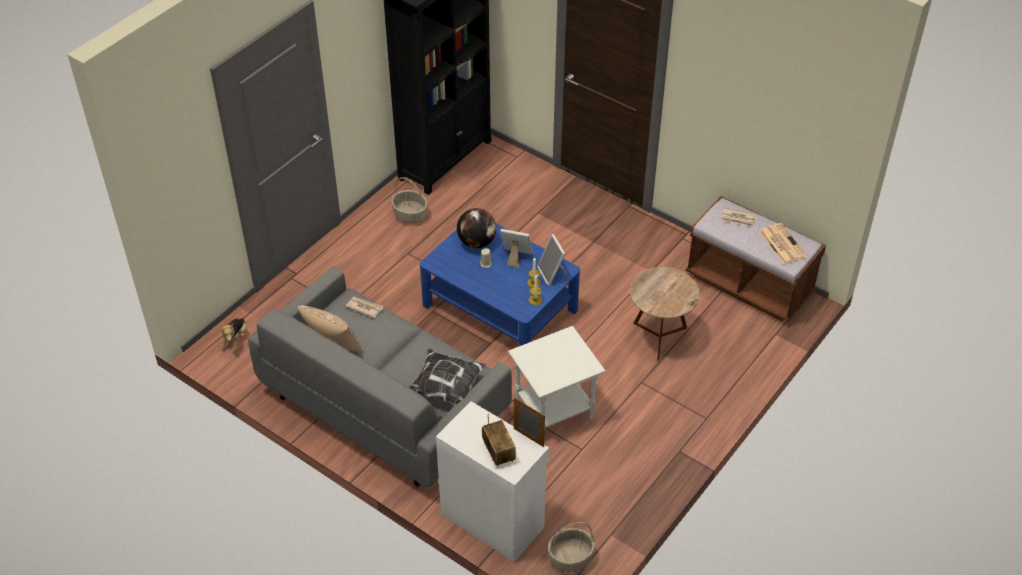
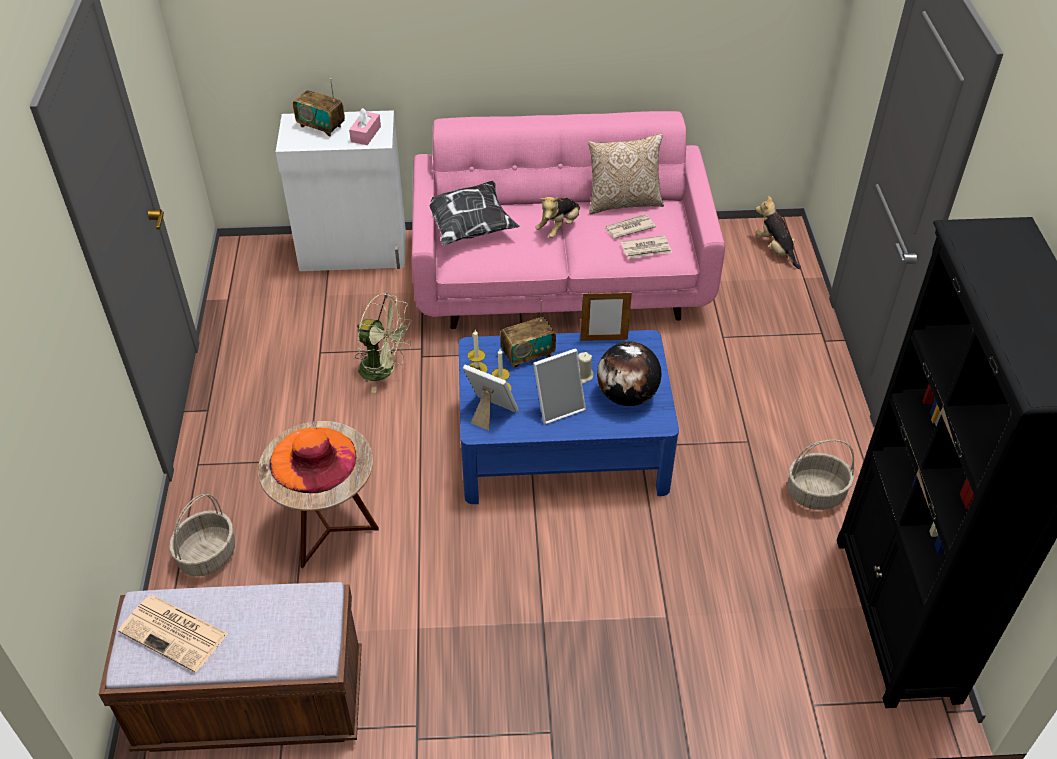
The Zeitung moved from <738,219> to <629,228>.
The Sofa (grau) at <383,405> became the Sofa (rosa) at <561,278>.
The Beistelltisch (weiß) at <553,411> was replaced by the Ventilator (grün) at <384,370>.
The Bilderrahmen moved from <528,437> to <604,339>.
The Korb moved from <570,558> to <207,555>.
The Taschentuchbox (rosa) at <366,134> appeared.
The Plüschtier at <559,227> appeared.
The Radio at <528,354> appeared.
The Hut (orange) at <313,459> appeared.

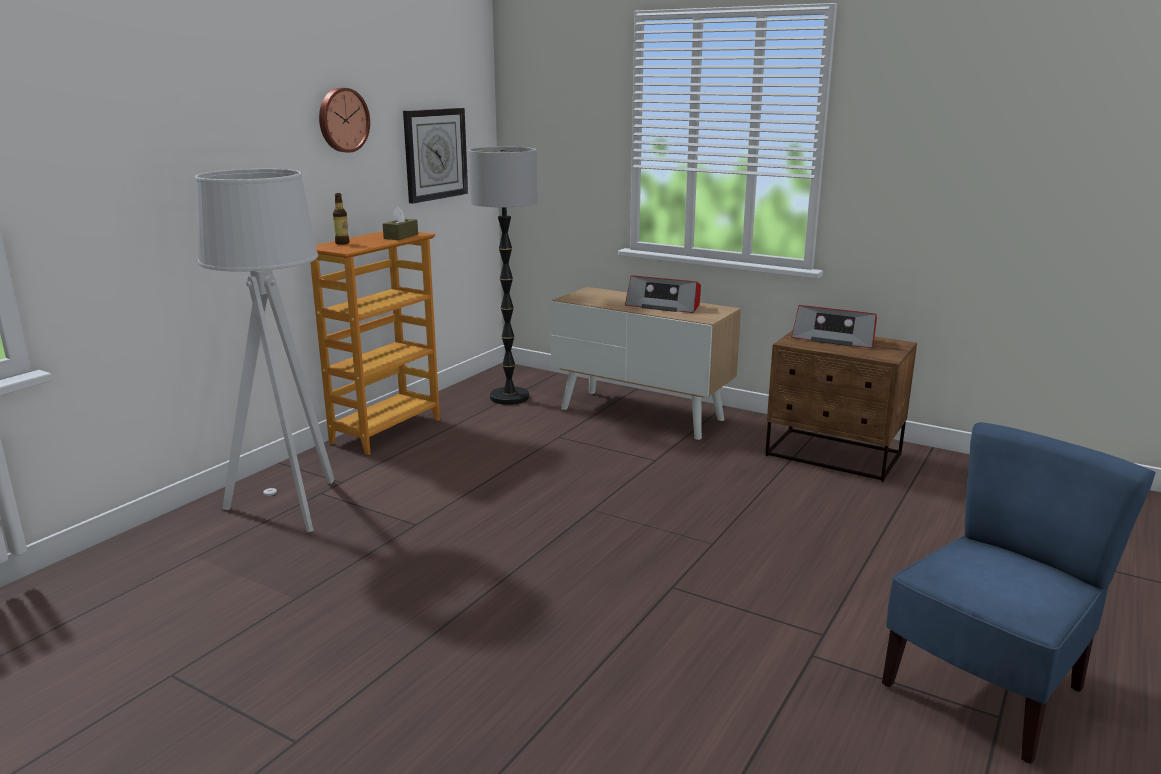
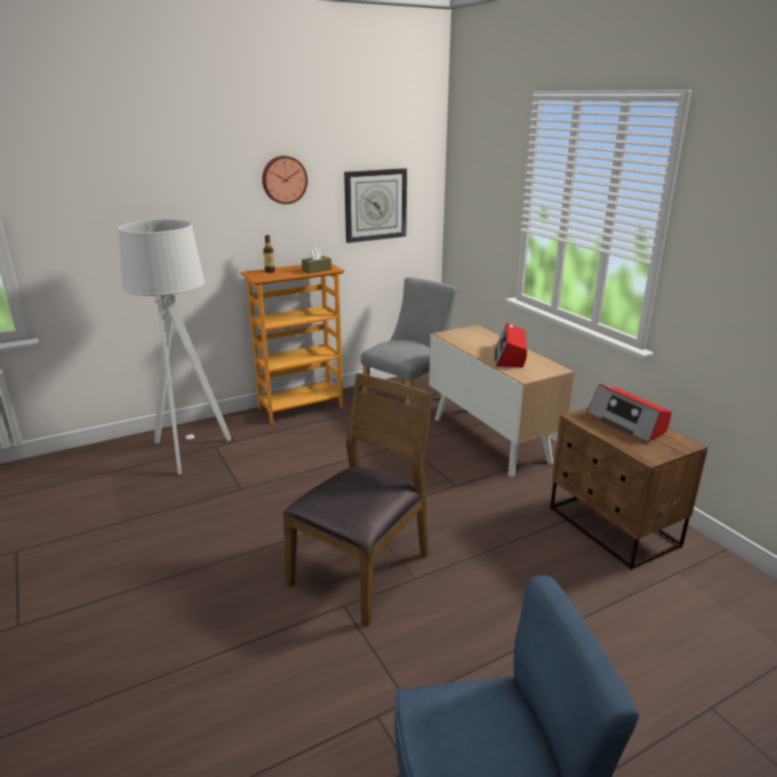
The Stehlampe at <509,397> was replaced by the Stuhl (grau) at <409,400>.
The Radio at <664,306> turned 45 degrees clockwise.
The Stuhl (braun) at <362,569> appeared.

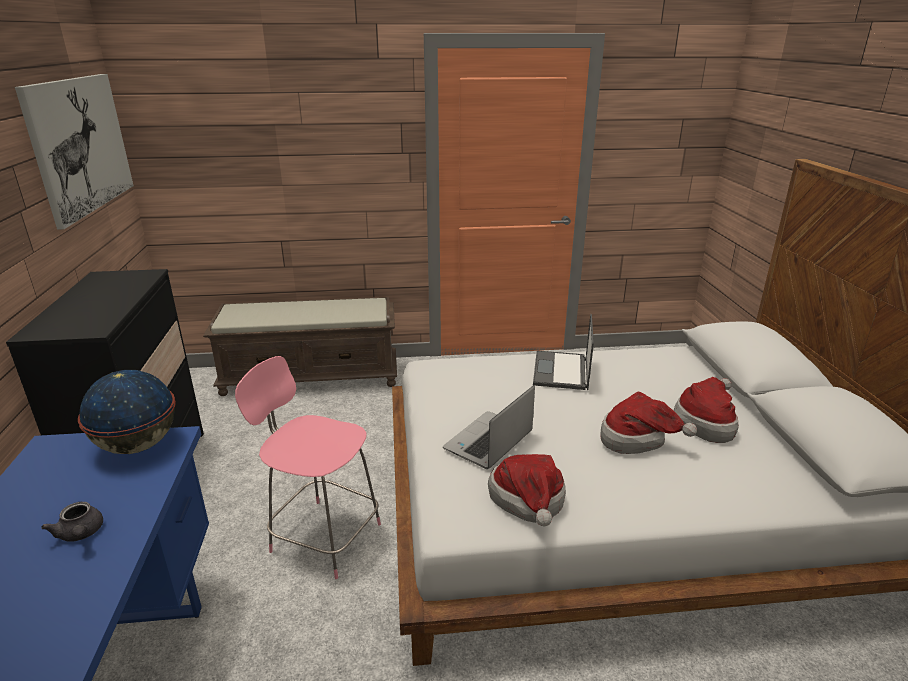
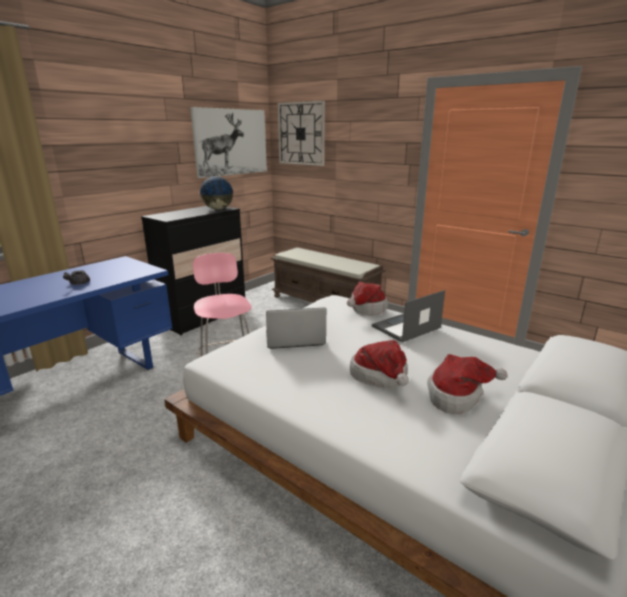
The Globus moved from <137,445> to <217,209>.
The Hut moved from <528,503> to <366,309>.
The Wanduhr at <301,133> appeared.

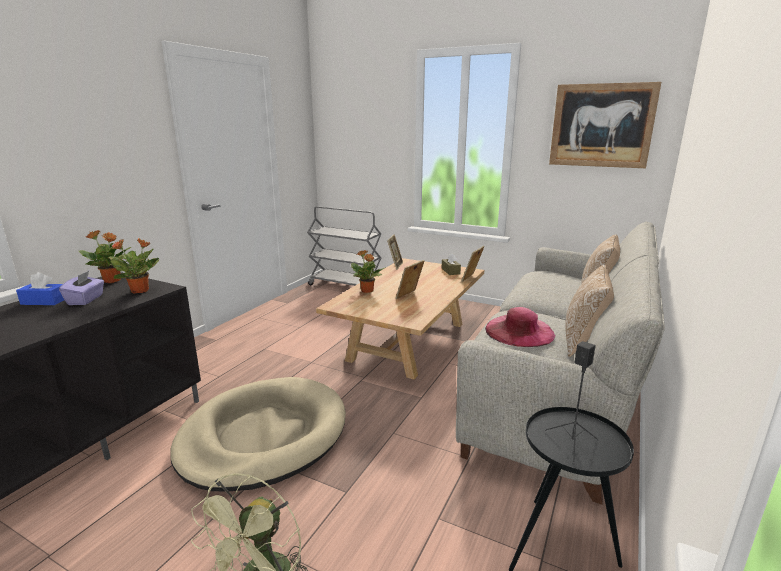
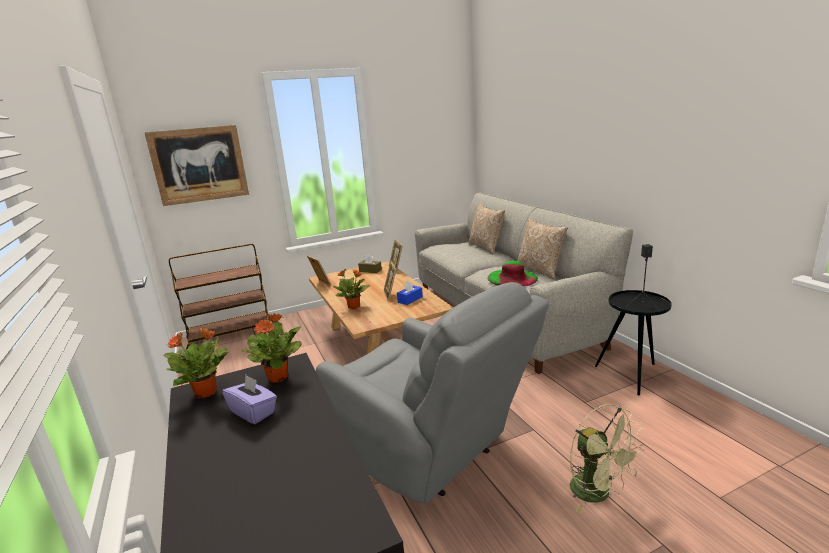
The Bild moved from <601,125> to <199,165>.
The Rollwagen (grau) at <346,286> became the Rollwagen (braun) at <231,334>.
The Taschentuchbox (blau) moved from <44,301> to <410,299>.
The Hut (rosa) at <519,331> became the Hut (grün) at <512,278>.
The Hundebett (beige) at <263,436> was replaced by the Sessel (grau) at <428,451>.

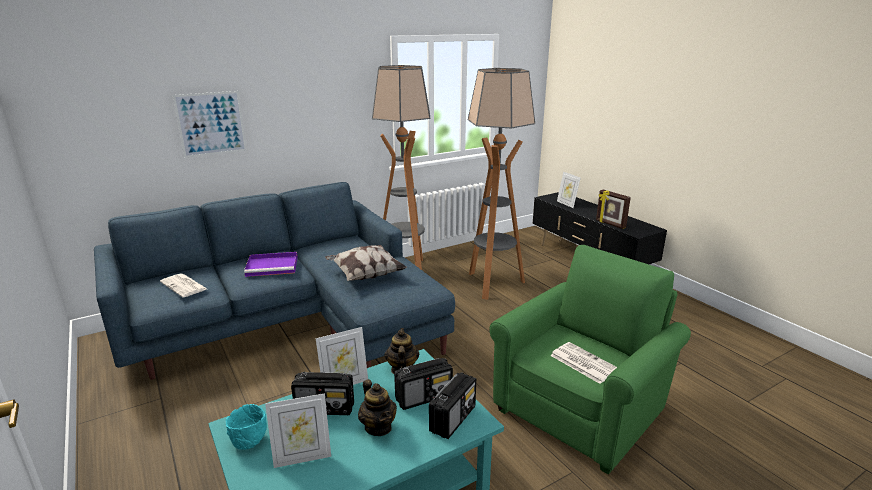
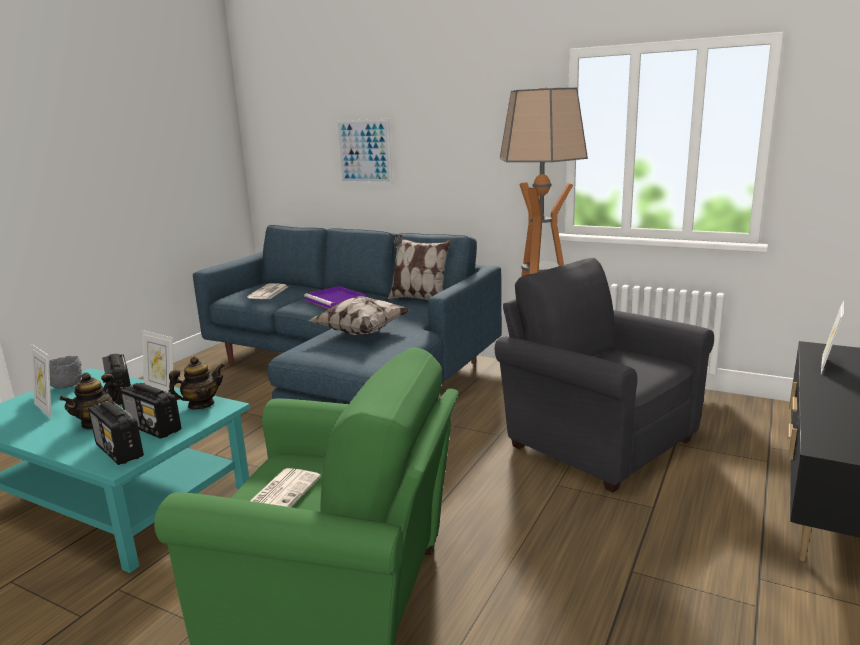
The Stehlampe at <493,284> was replaced by the Sessel (grau) at <595,440>.
The Bilderrahmen at <610,224> disappeared.
The Radio at <453,418> turned 45 degrees clockwise.
The Schüssel (türkis) at <250,442> became the Schüssel (grau) at <67,387>.
The Kissen at <419,299> appeared.

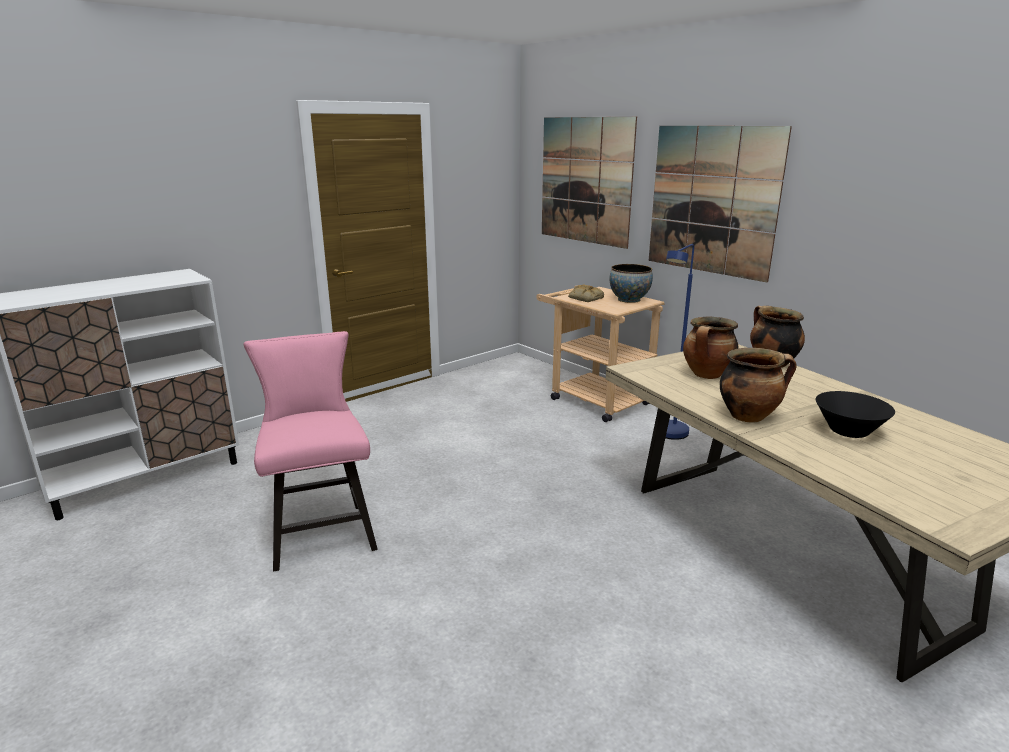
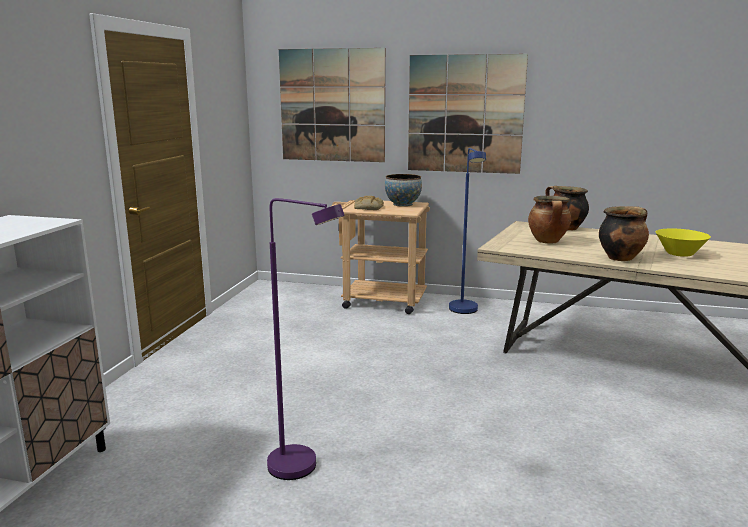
The Stuhl (rosa) at <321,530> was replaced by the Stehlampe (lila) at <302,470>.
The Schüssel (schwarz) at <848,431> became the Schüssel (gelb) at <679,254>.

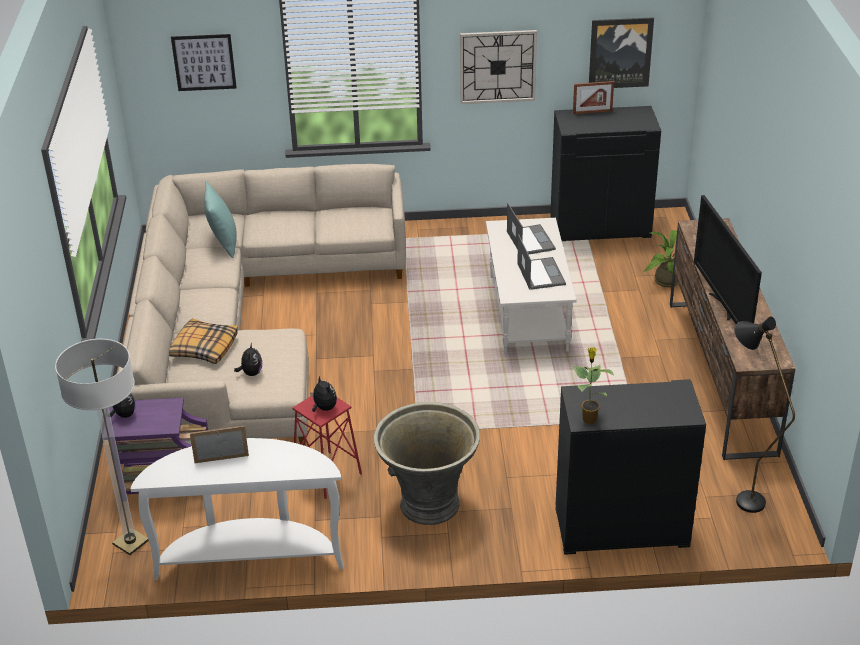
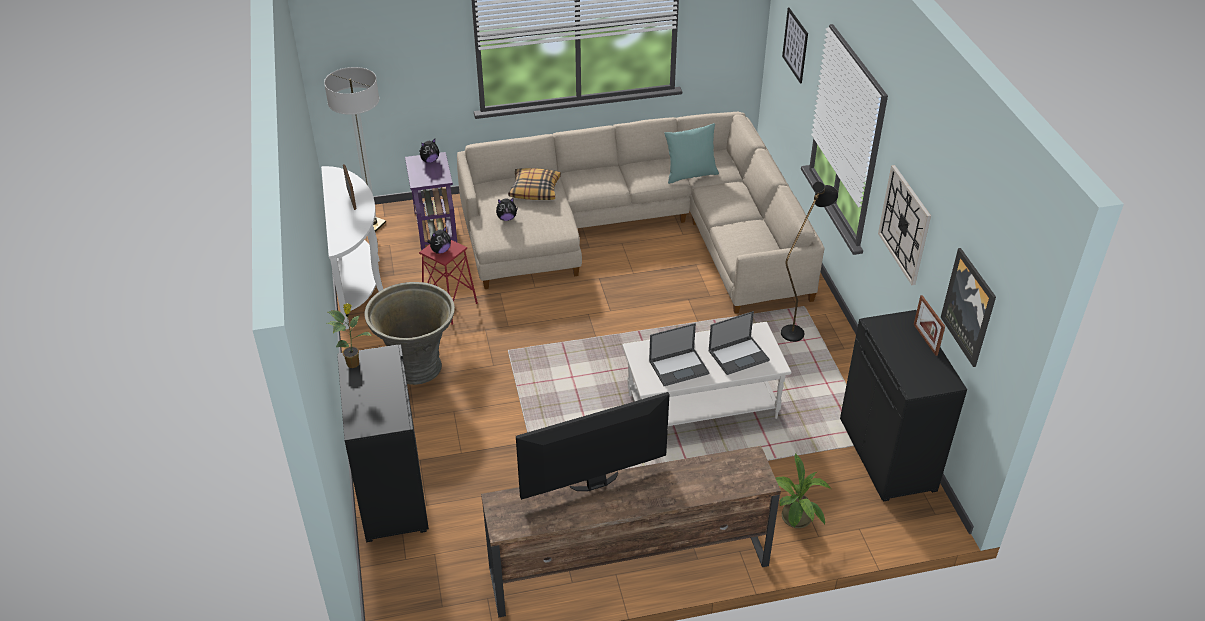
The Stehlampe (schwarz) moved from <741,497> to <797,329>.

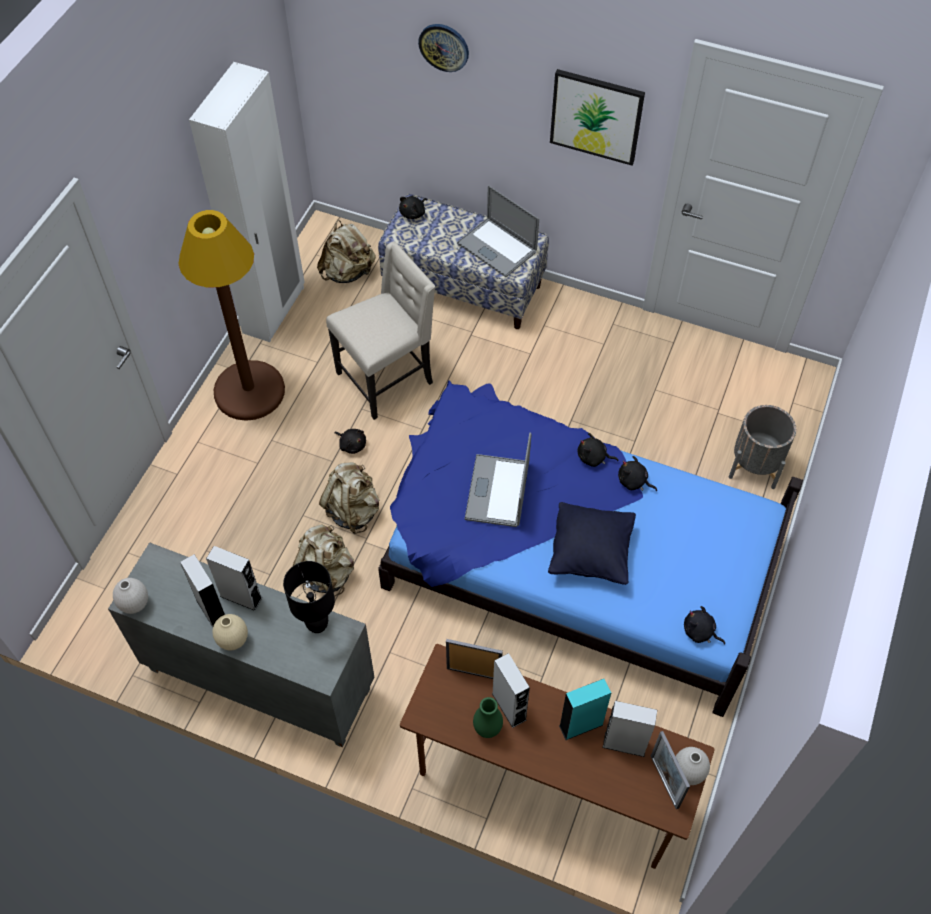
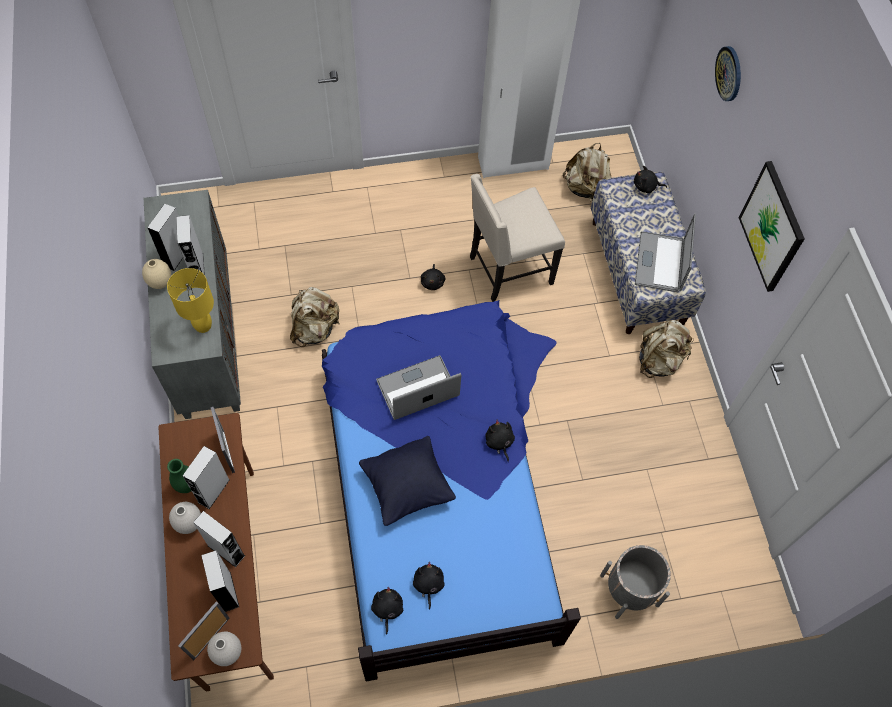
The Stehlampe (braun) at <249,391> disappeared.
The Stuhl (beige) at <387,378> turned 135 degrees clockwise.
The Plüschtier (schwarz) moved from <634,482> to <428,584>.
The Rucksack (beige) moved from <353,510> to <659,360>.
The Tischlampe (schwarz) at <316,624> became the Tischlampe (gelb) at <202,325>.
The Vase (weiß) moved from <135,605> to <189,524>.
The Lautsprecher (türkis) at <581,725> became the Lautsprecher (grau) at <226,551>.

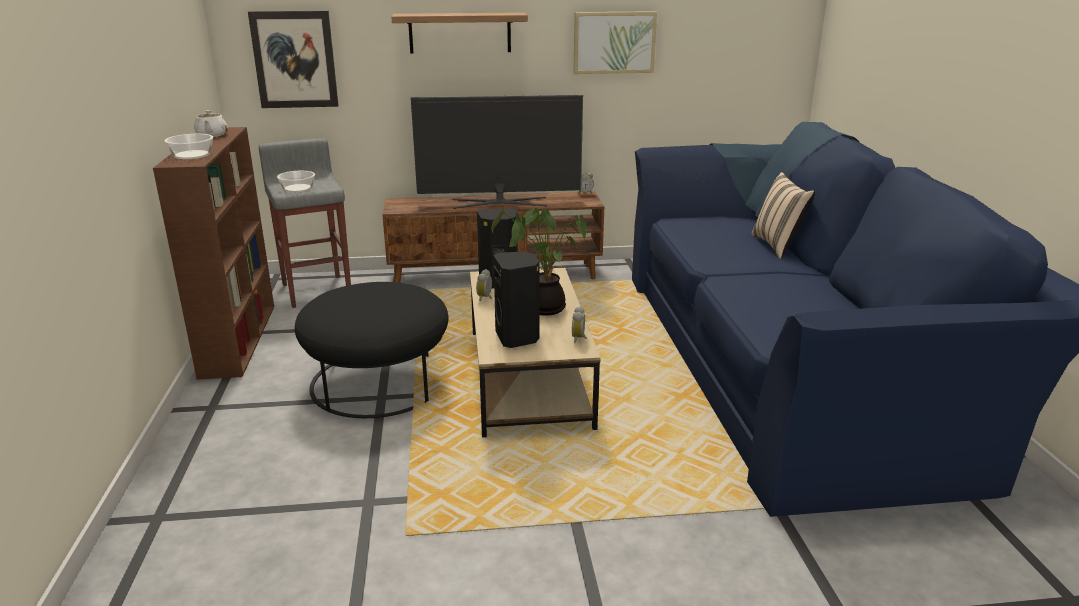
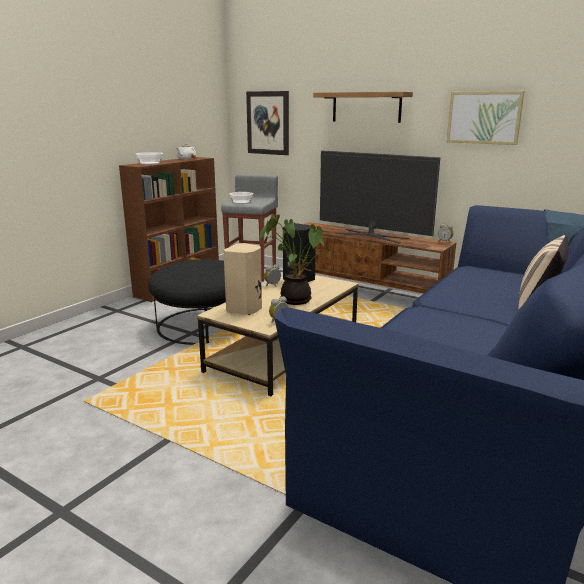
The Lautsprecher (schwarz) at <518,338> became the Lautsprecher (beige) at <245,309>.

